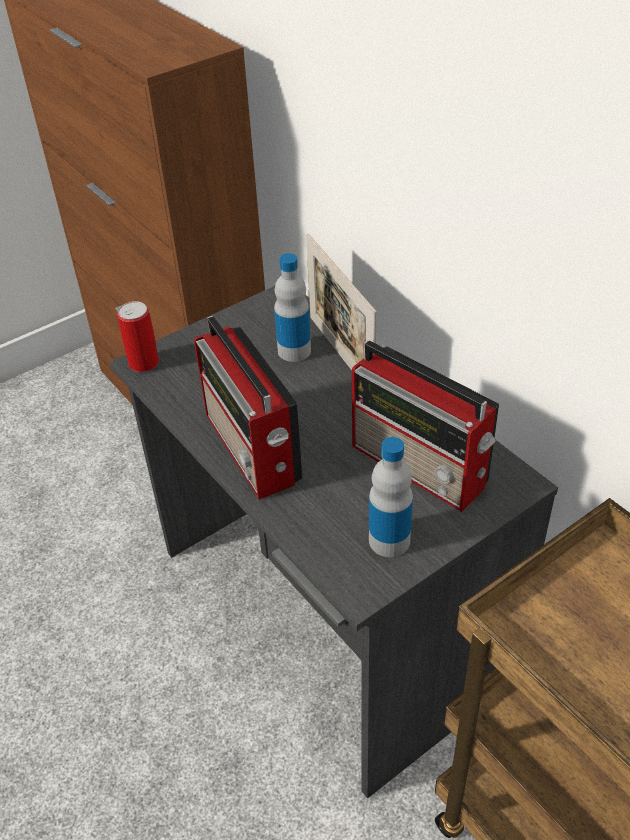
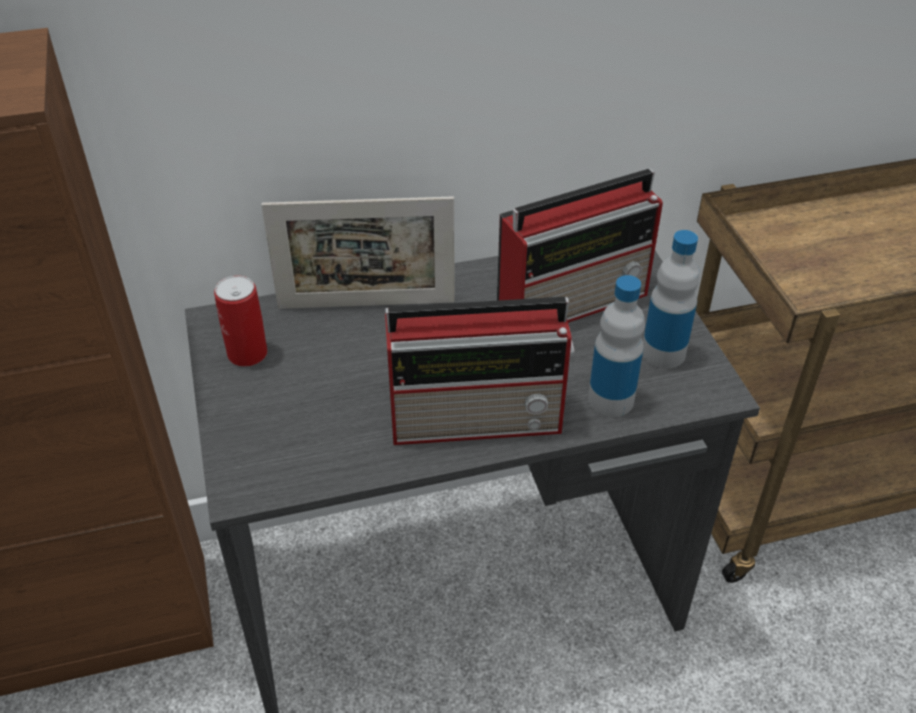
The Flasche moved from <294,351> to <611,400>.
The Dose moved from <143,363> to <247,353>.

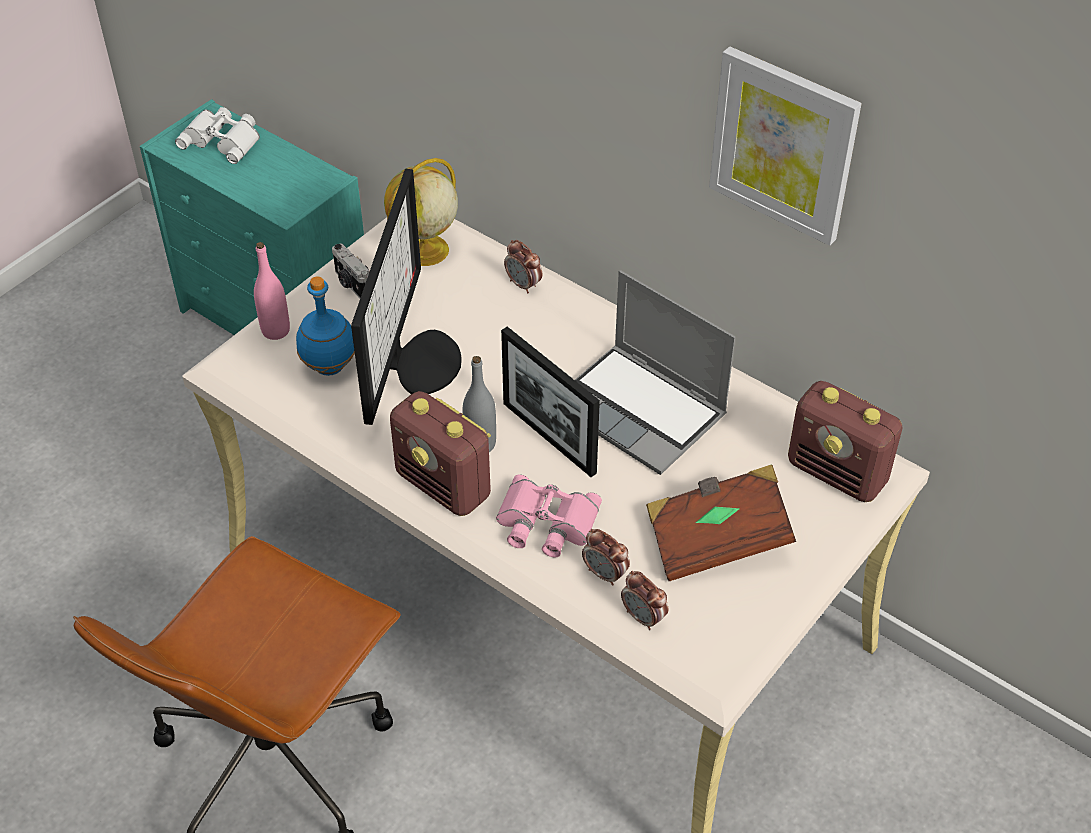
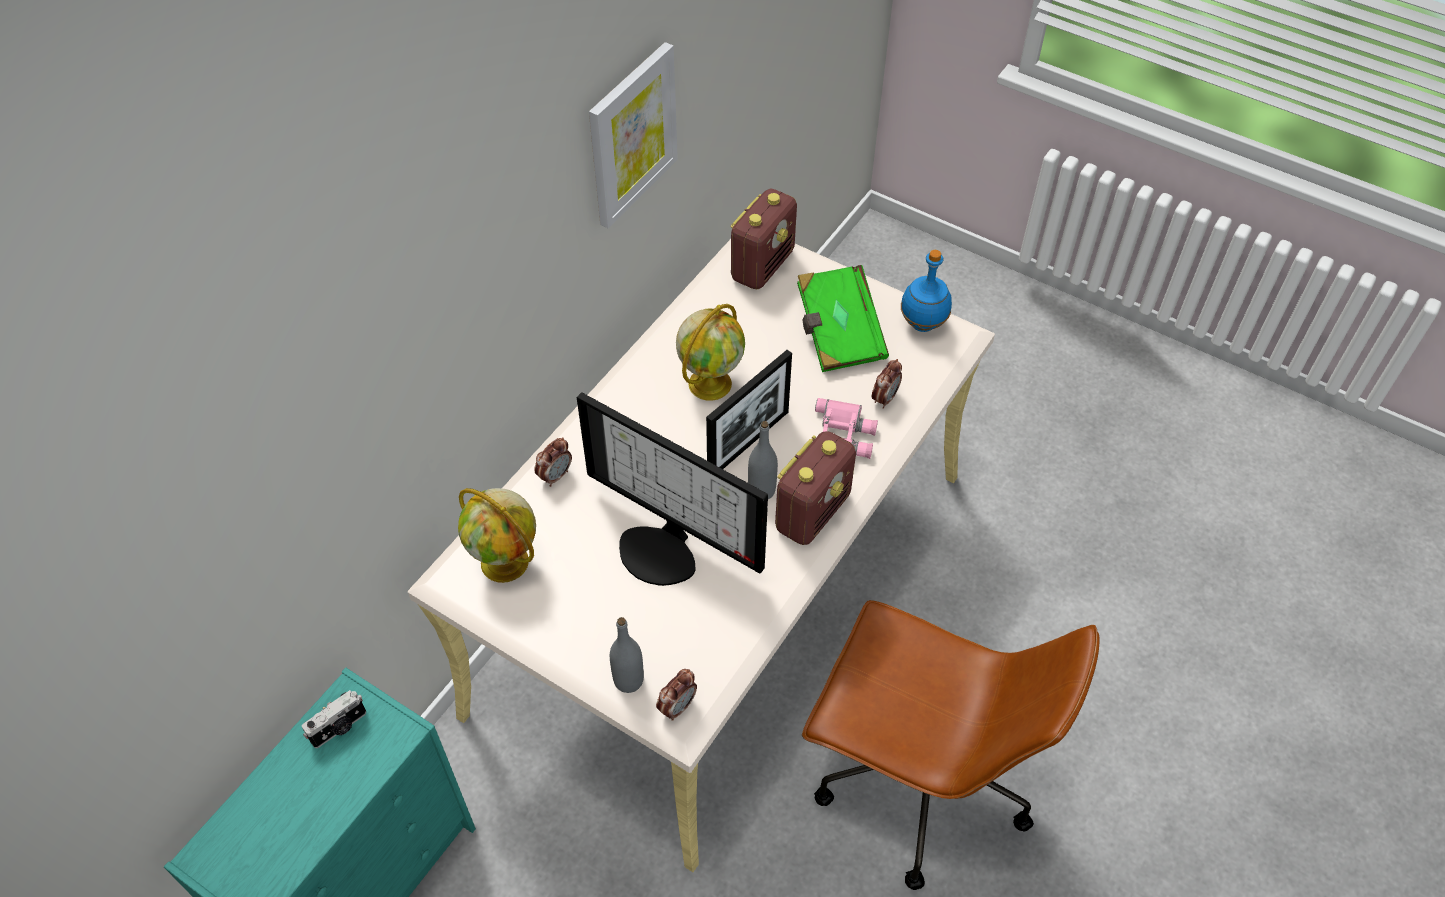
The Fernglas (weiß) at <223,139> disappeared.
The Monitor at <418,361> turned 150 degrees counterclockwise.
The Flasche (rosa) at <276,330> became the Flasche (grau) at <628,680>.
The Kamera moved from <352,285> to <339,728>.
The Laptop at <641,411> was replaced by the Globus at <710,382>.
The Flasche (blau) moved from <330,366> to <922,323>.
The Buch (braun) at <717,539> became the Buch (grün) at <838,333>.
The Wecker moved from <643,617> to <677,706>.

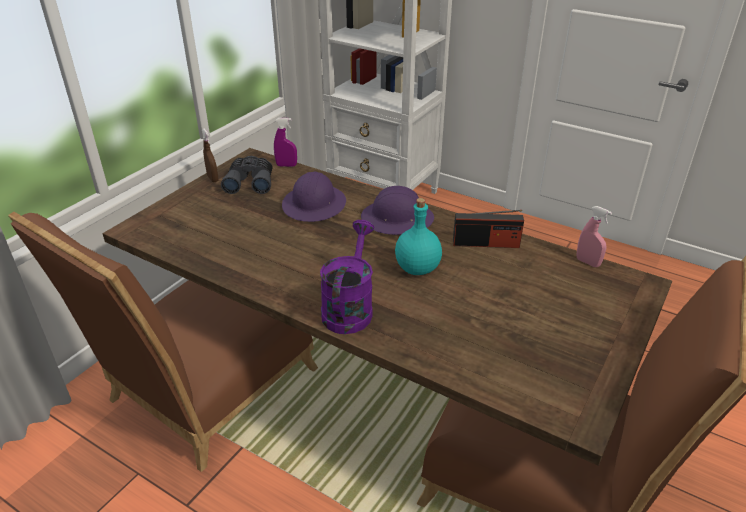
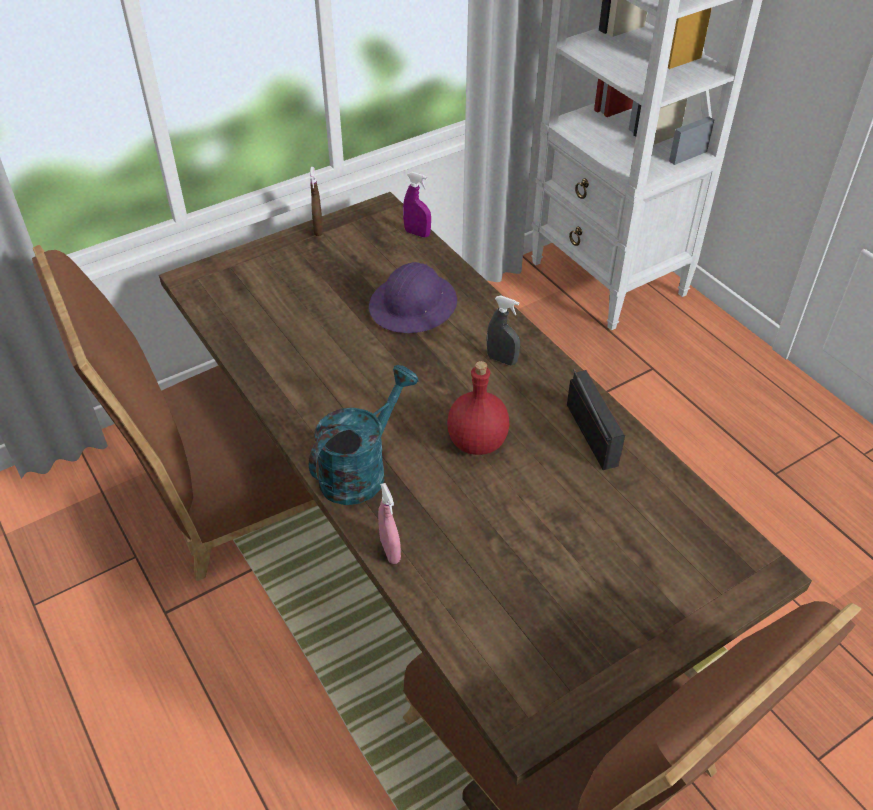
The Fernglas (grau) at <250,182> disappeared.
The Schutzhelm (lila) at <397,219> was replaced by the Sprühflasche (grau) at <502,360>.
The Flasche (türkis) at <417,268> became the Flasche (rot) at <477,441>.
The Sprühflasche (rosa) moved from <587,262> to <390,551>.
The Radio at <486,243> turned 135 degrees counterclockwise.
The Gießkanne (lila) at <349,308> became the Gießkanne (türkis) at <361,469>.

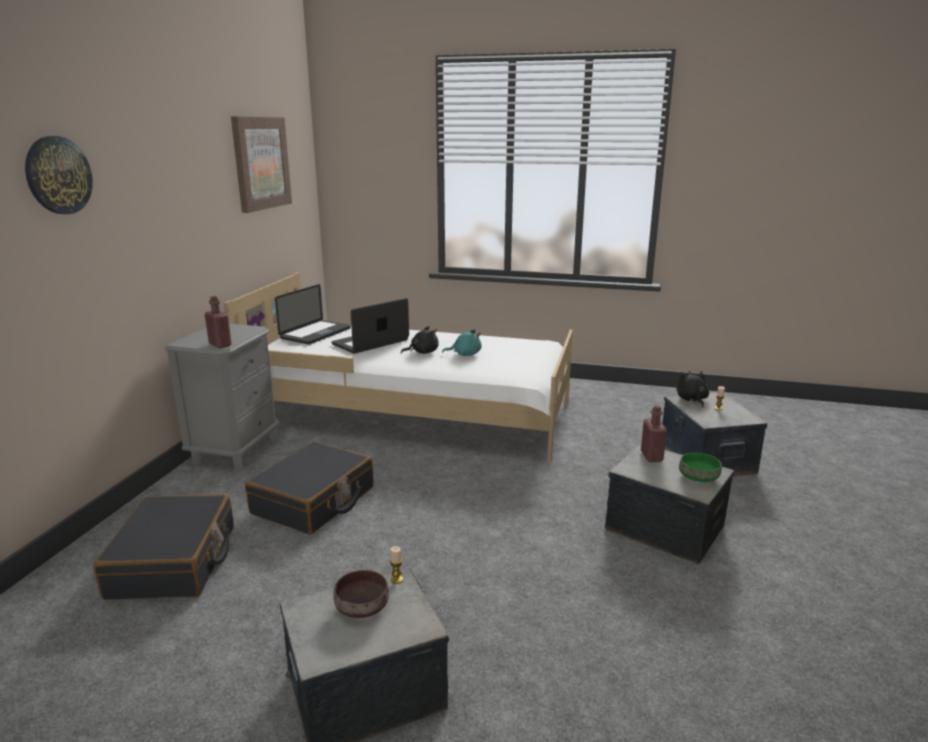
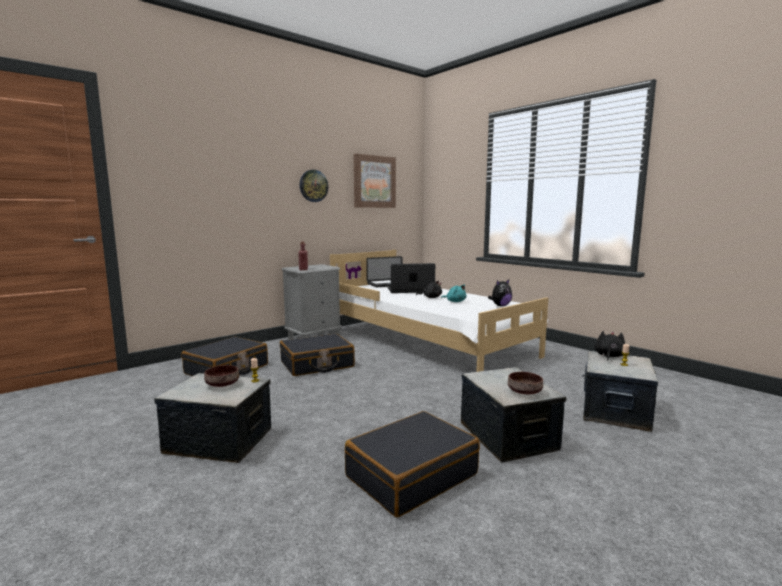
The Wanduhr moved from <58,175> to <313,186>.
The Flasche (rot) at <651,456> disappeared.
The Schüssel (grün) at <698,477> became the Schüssel (braun) at <524,391>.
The Plüschtier at <500,306> appeared.
The Koffer (schwarz) at <411,475> appeared.

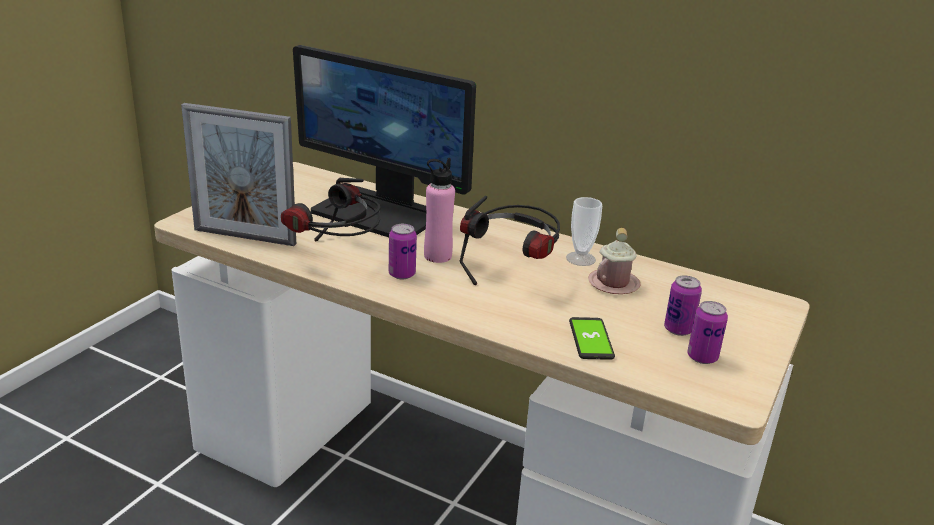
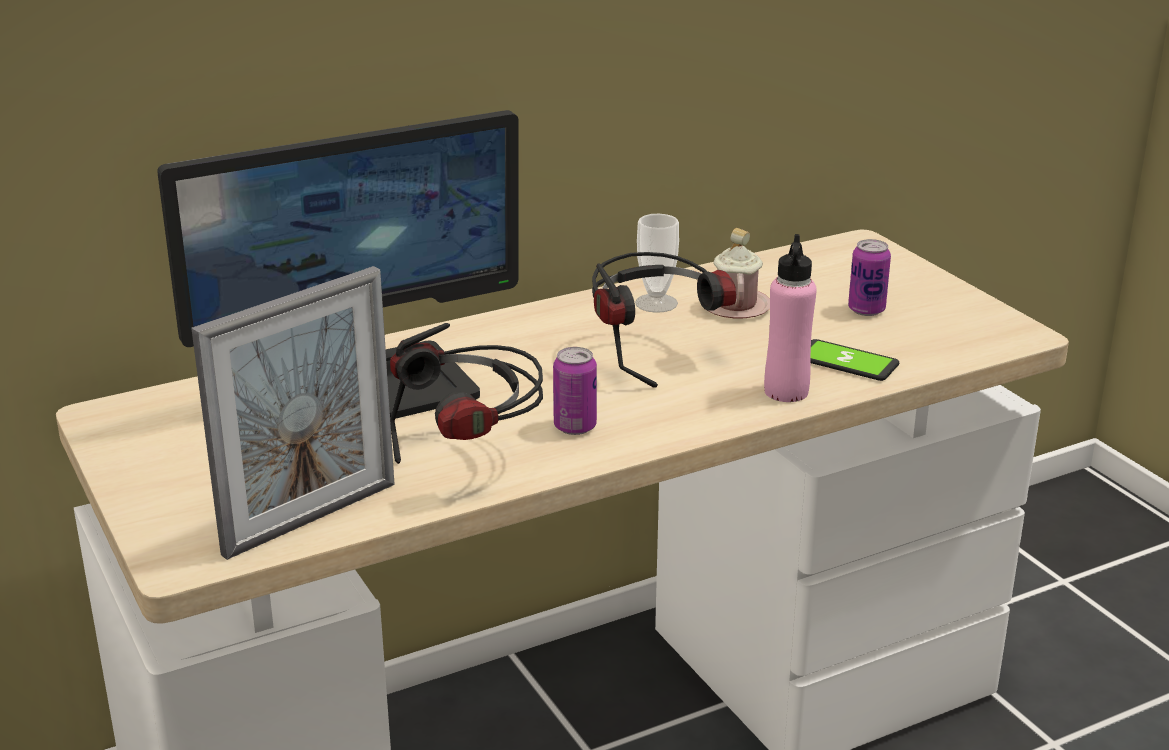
The Flasche (rosa) moved from <437,256> to <786,391>.
The Dose at <702,357> disappeared.

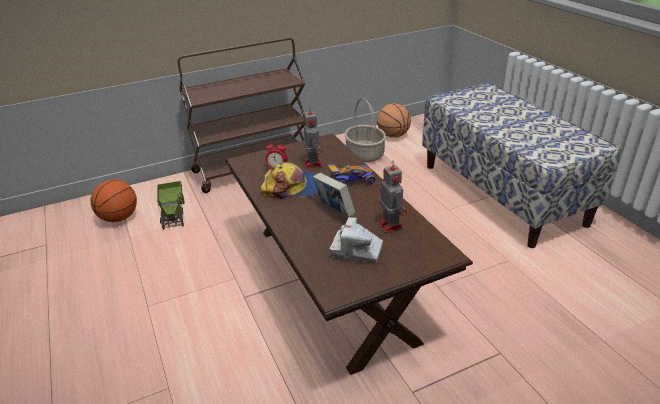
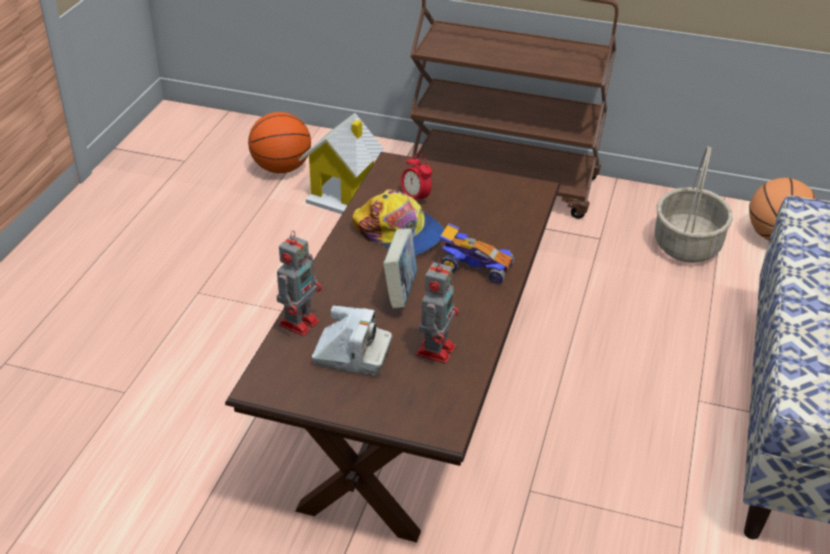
The Spielzeugroboter moved from <312,163> to <300,322>.
The Spielzeuglaster at <173,212> was replaced by the Spielzeughaus at <343,193>.
The Kamera at <356,251> turned 135 degrees clockwise.

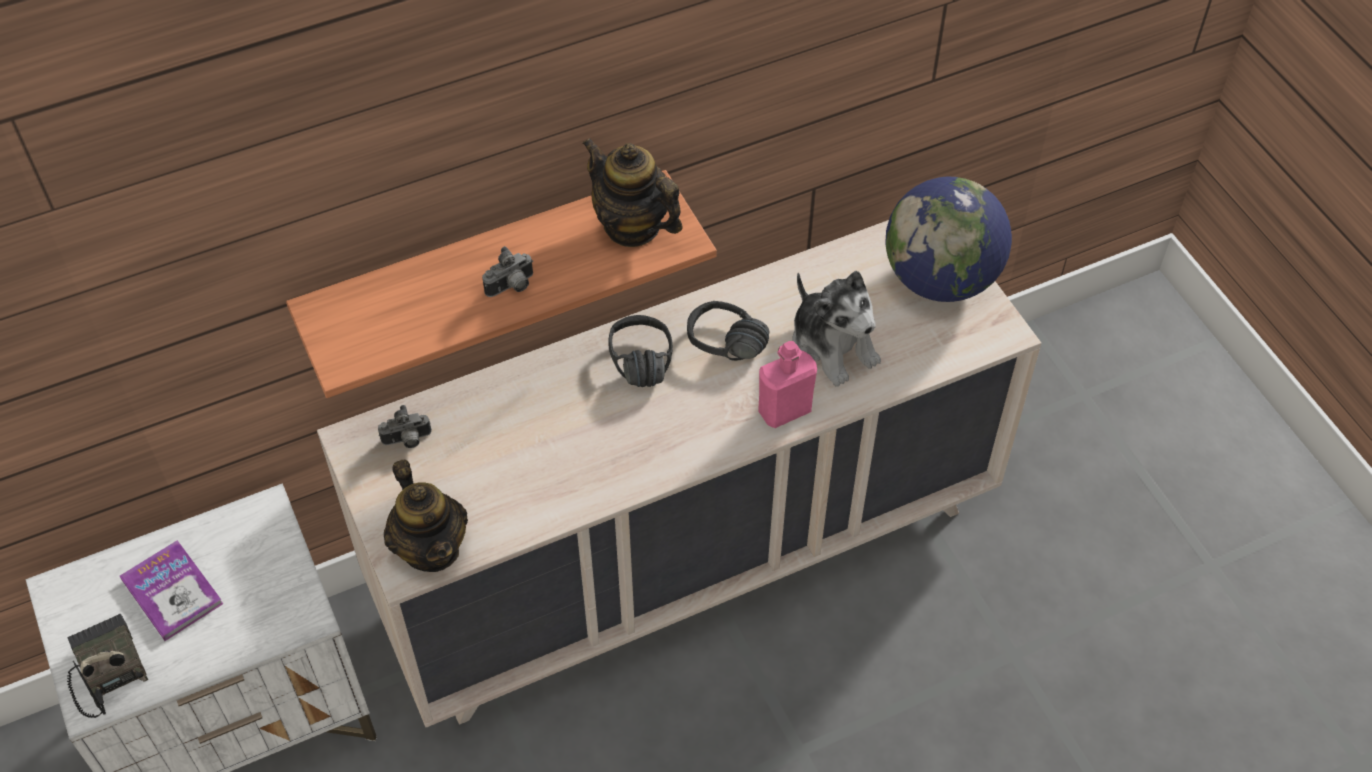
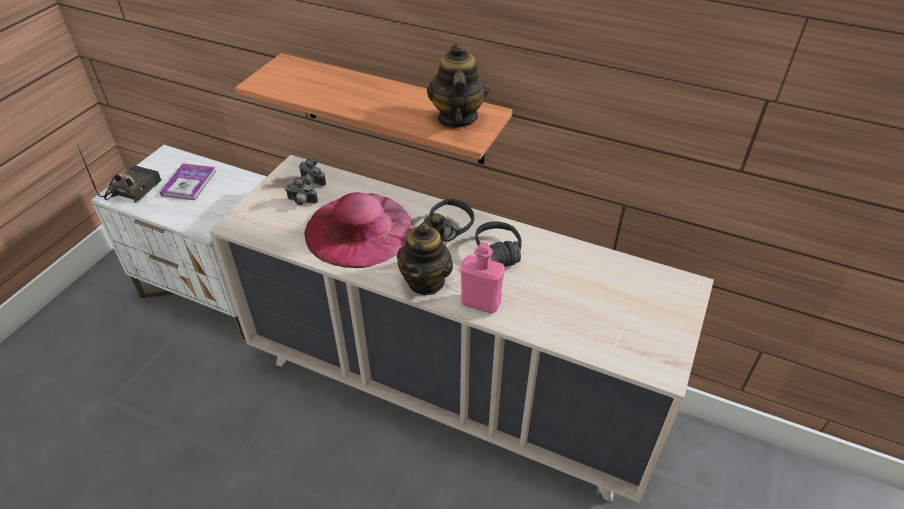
The Globus at <940,279> disappeared.
The Kamera moved from <512,287> to <301,202>.
The Plüschtier at <833,346> disappeared.
The Teekanne moved from <431,548> to <426,281>.
The Hut (rosa) at <359,229> appeared.

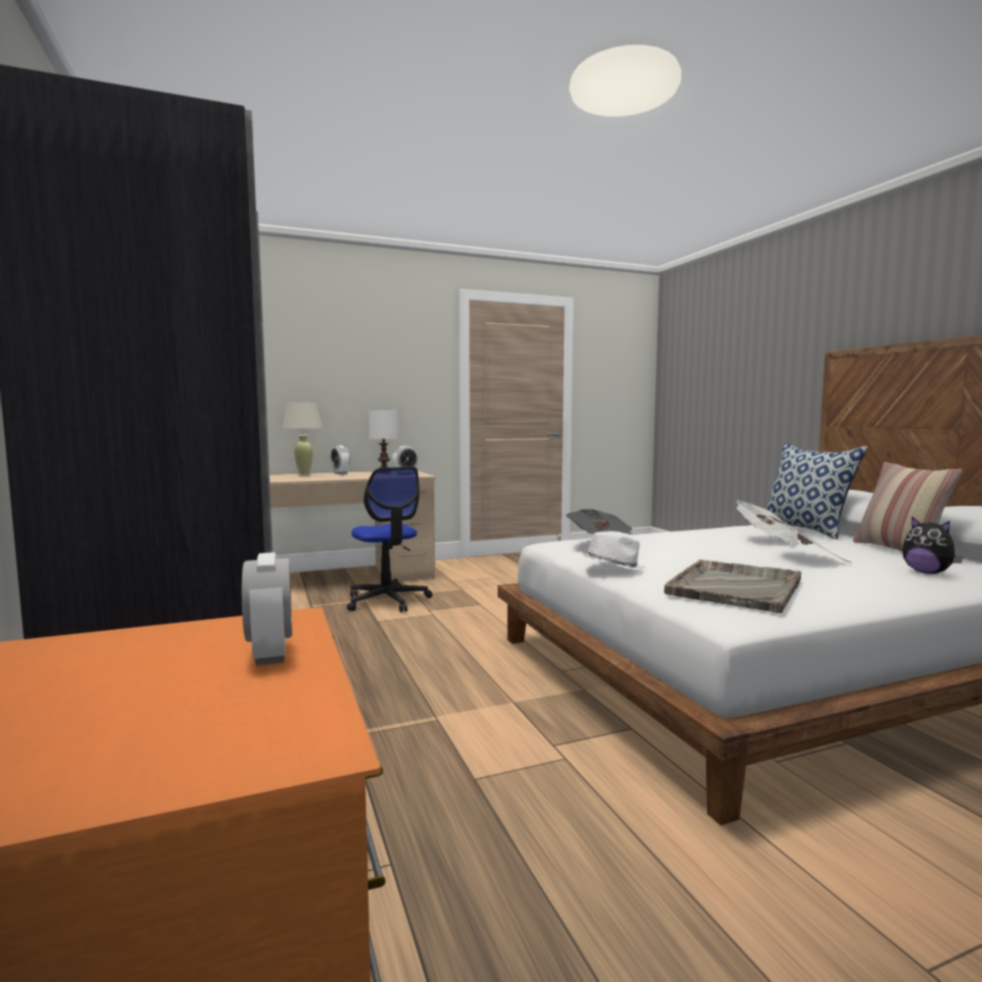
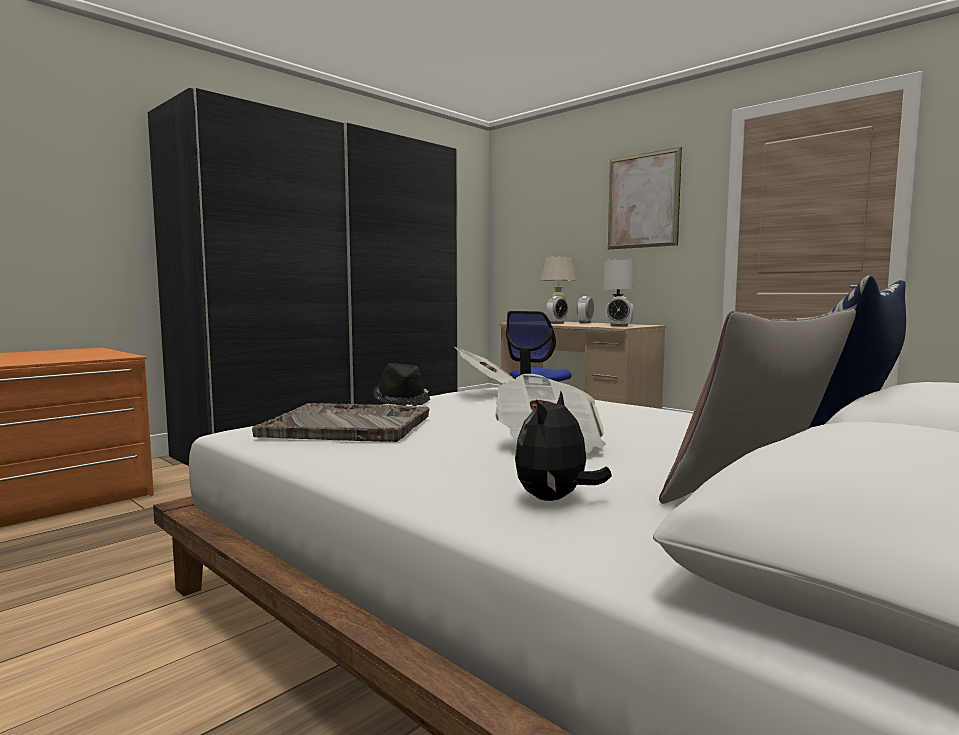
The Zeitung at <768,540> disappeared.
The Hut (weiß) at <612,567> became the Hut (schwarz) at <402,401>.
The Wecker moved from <270,654> to <556,323>.
The Bild at <643,201> appeared.

